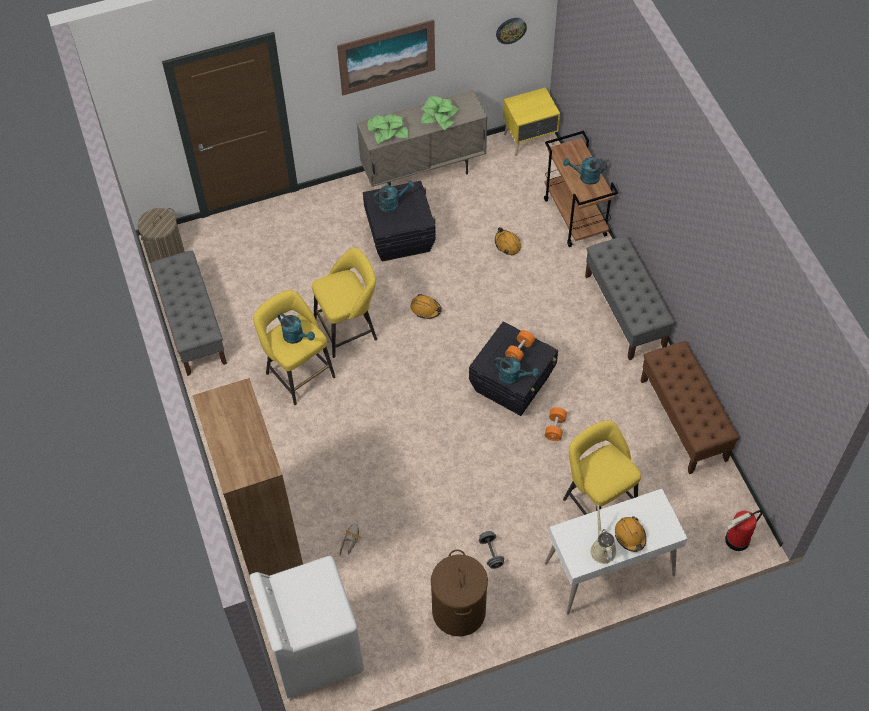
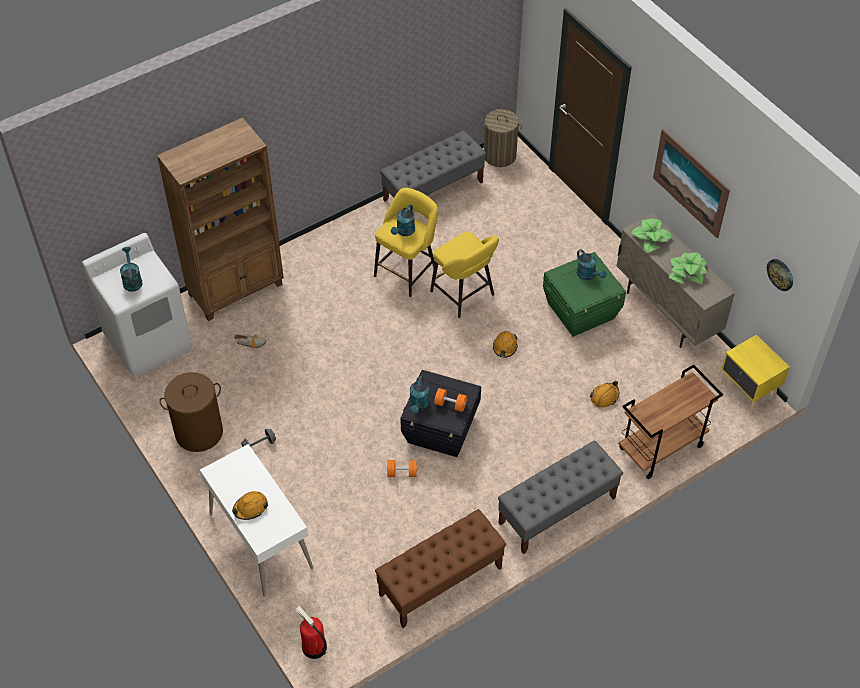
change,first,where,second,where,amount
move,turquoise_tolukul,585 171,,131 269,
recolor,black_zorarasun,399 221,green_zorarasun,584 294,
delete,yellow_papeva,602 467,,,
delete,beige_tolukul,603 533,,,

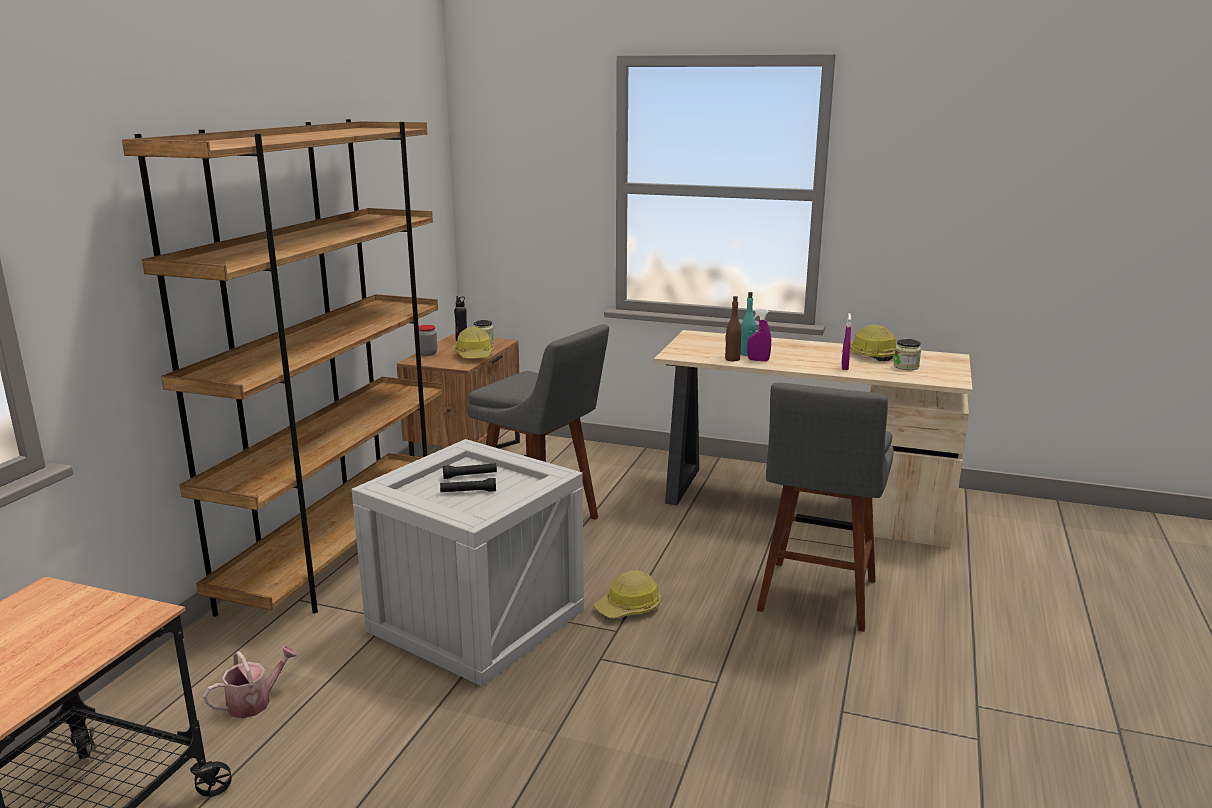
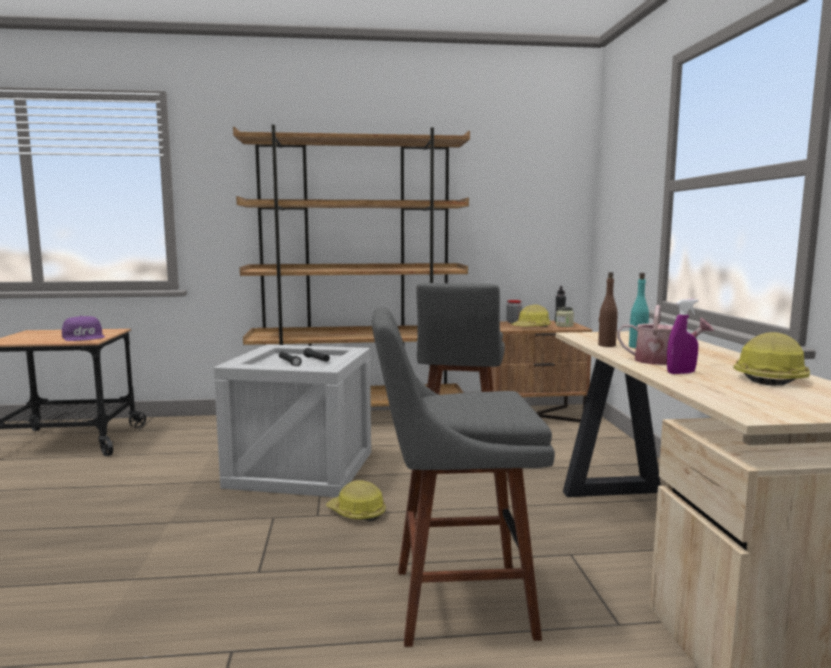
change,first,where,second,where,amount
delete,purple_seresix,759 334,,,
delete,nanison,907 354,,,
move,tolukul,250 682,,665 335,
insert,,,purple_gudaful,83 328,

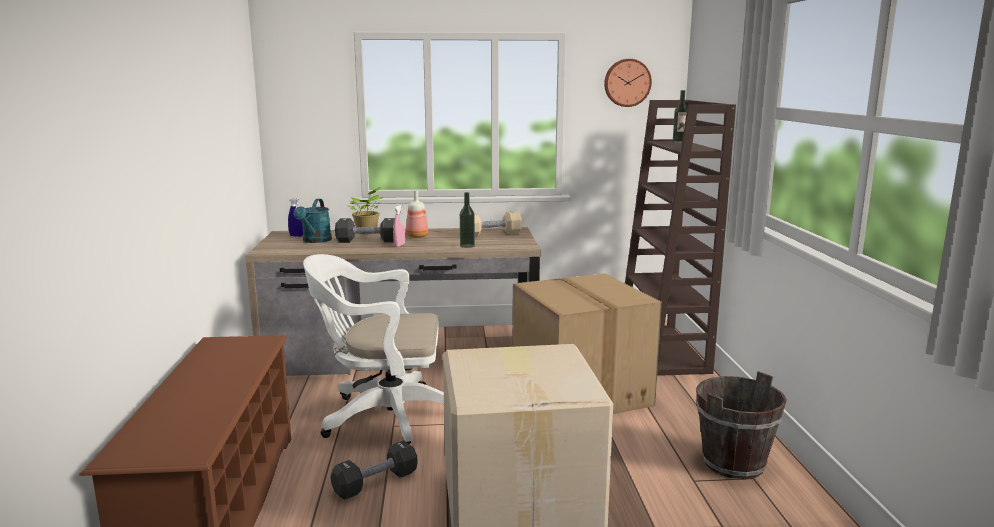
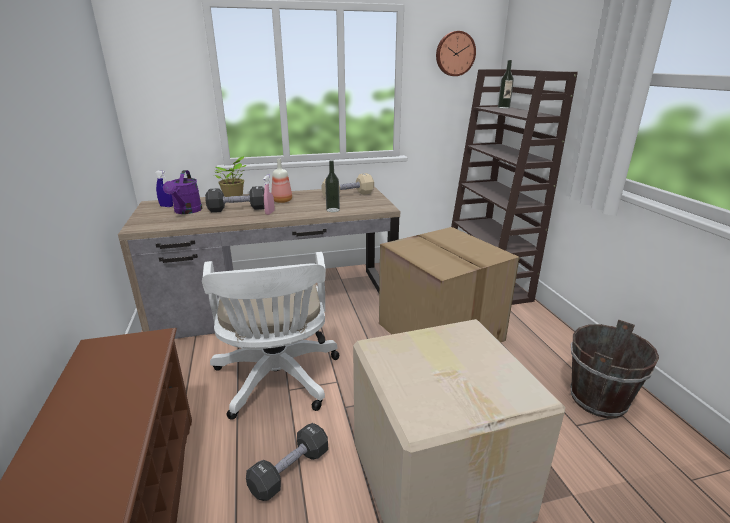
change,first,where,second,where,amount
recolor,turquoise_tolukul,313 221,purple_tolukul,182 192,
rotate,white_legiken,373 349,,270 336,90 degrees counterclockwise

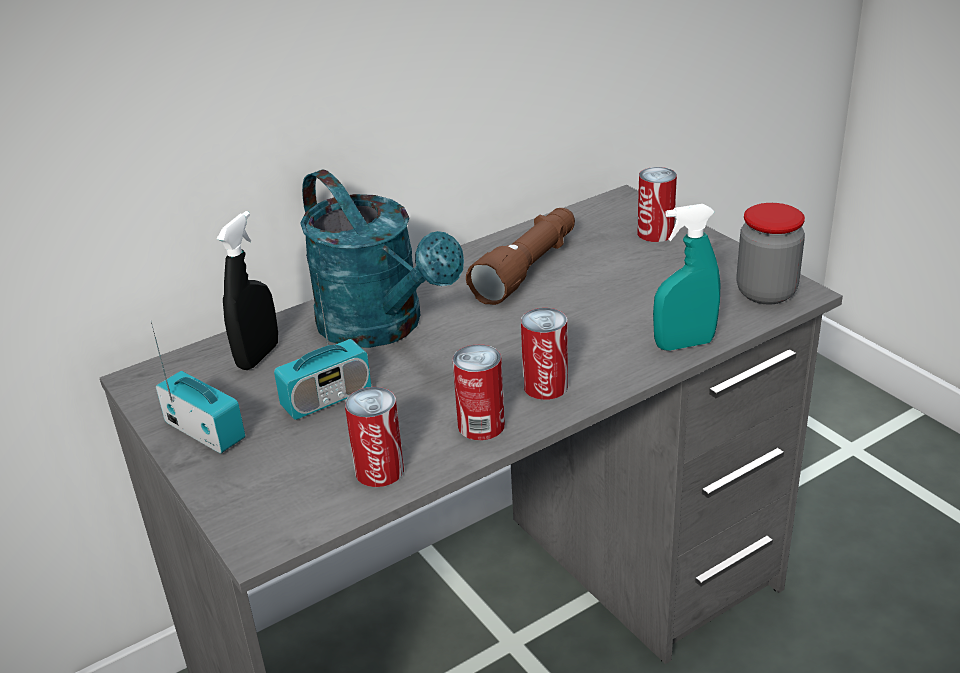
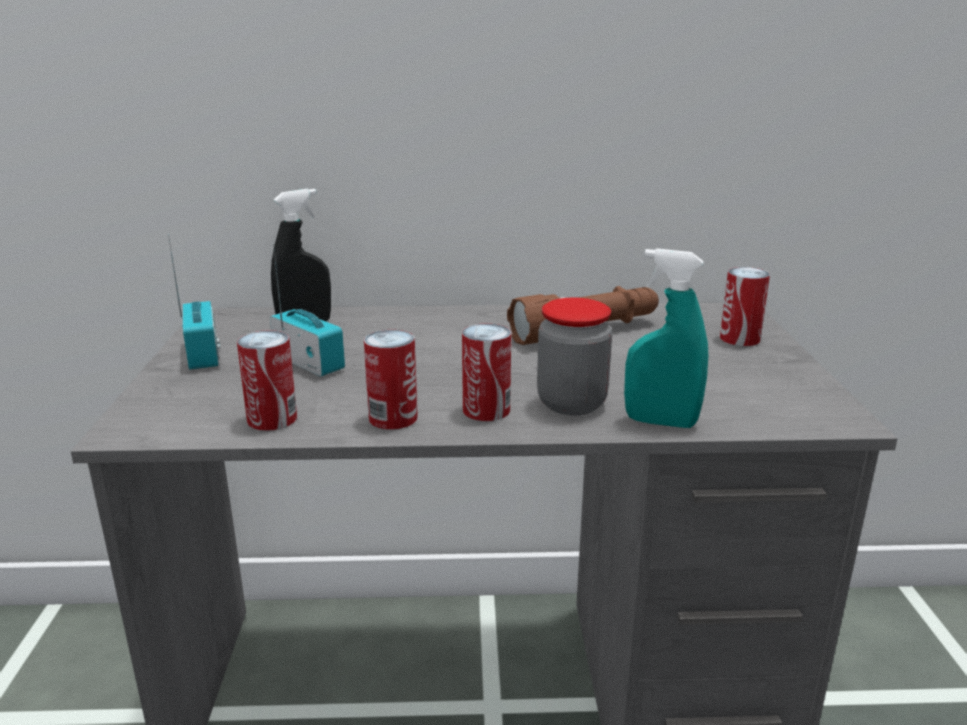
change,first,where,second,where,amount
delete,turquoise_tolukul,382 258,,,
move,nanison,770 254,,574 356,
rotate,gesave,322 348,,307 310,135 degrees counterclockwise

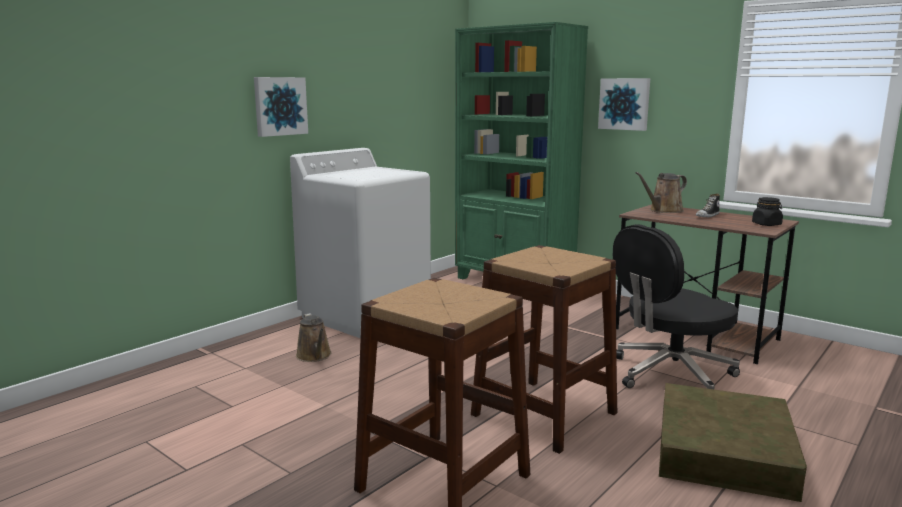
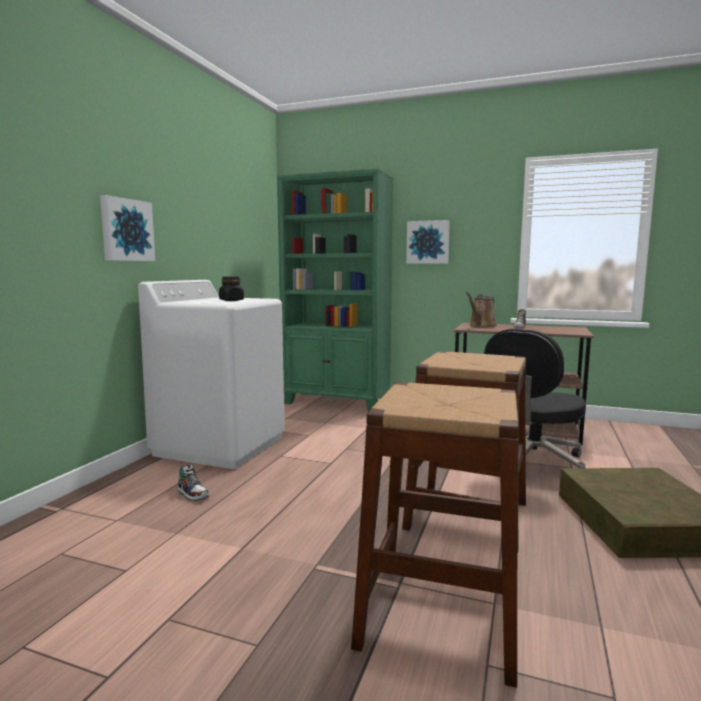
change,first,where,second,where,amount
move,black_nanison,767 211,,231 288,
replace,brown_tolukul,314 337,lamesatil,193 482,

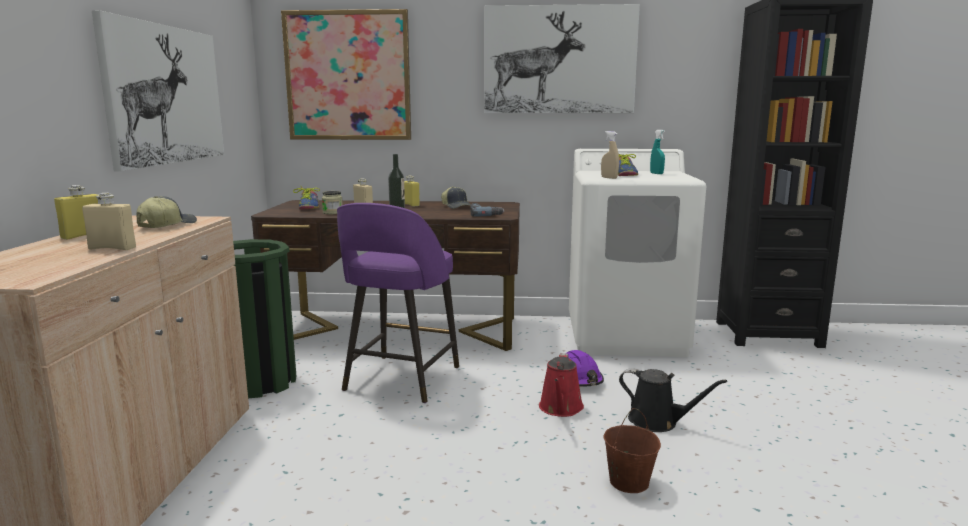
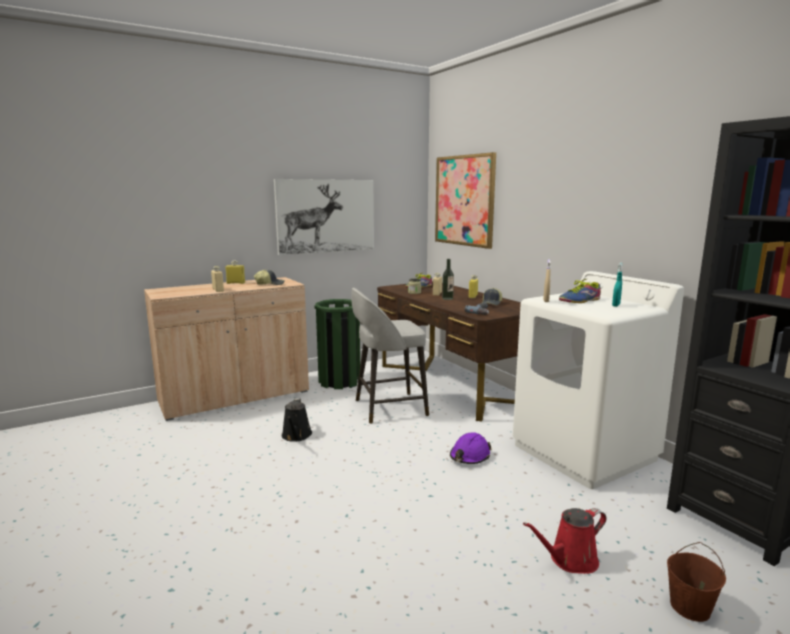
change,first,where,second,where,amount
delete,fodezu,562 58,,,
recolor,purple_papeva,398 303,grey_papeva,390 356,
move,red_tolukul,561 385,,564 541,
move,black_tolukul,673 400,,297 420,
move,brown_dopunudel,632 450,,696 582,

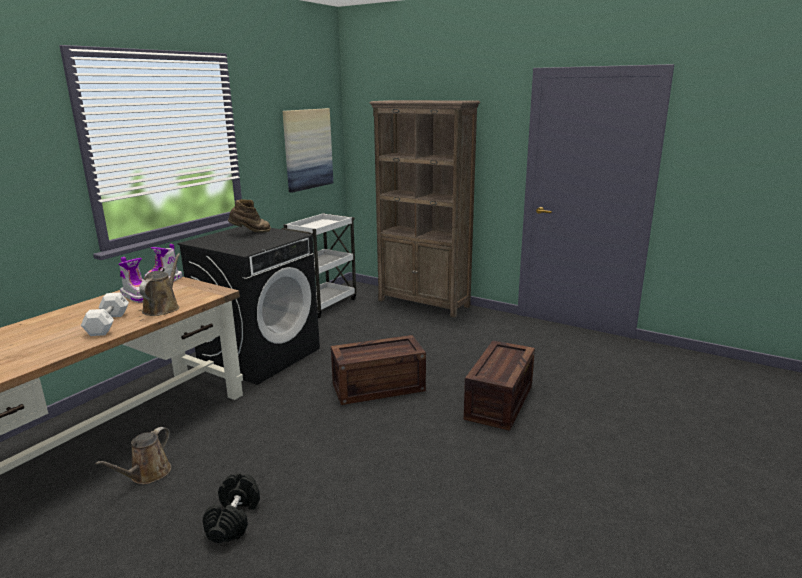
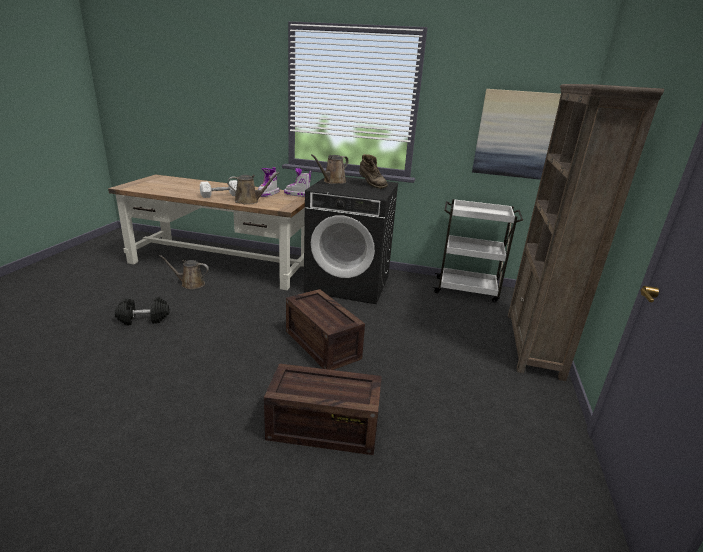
change,first,where,second,where,amount
insert,,,brown_tolukul,330 169,

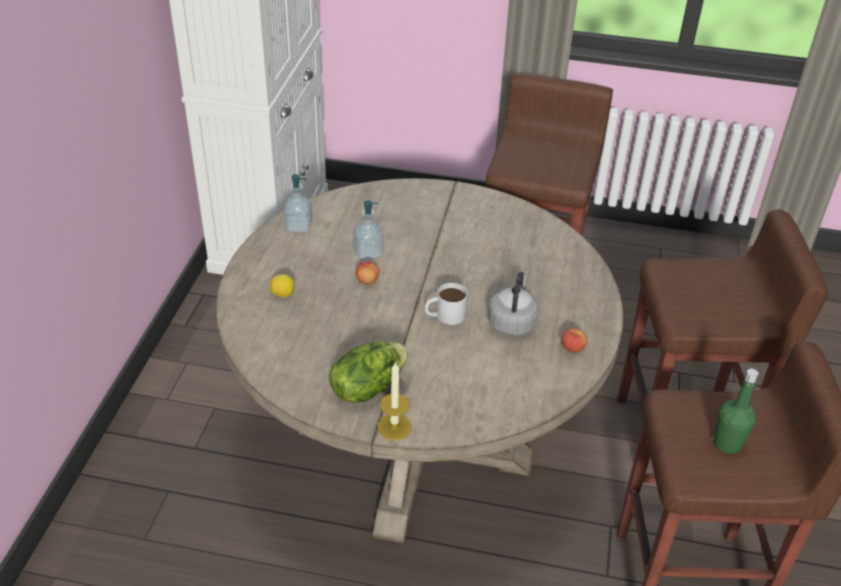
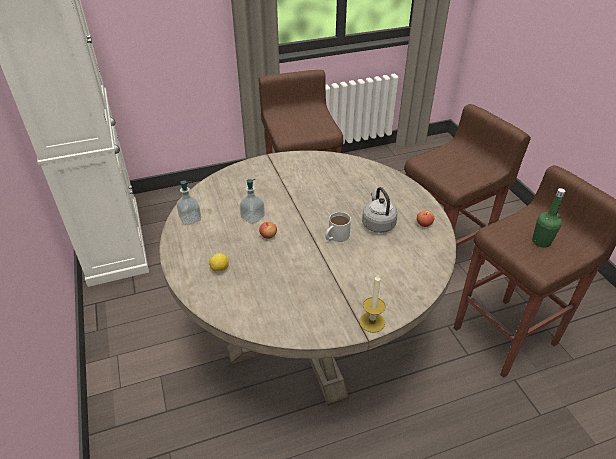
change,first,where,second,where,amount
delete,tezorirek,369 372,,,

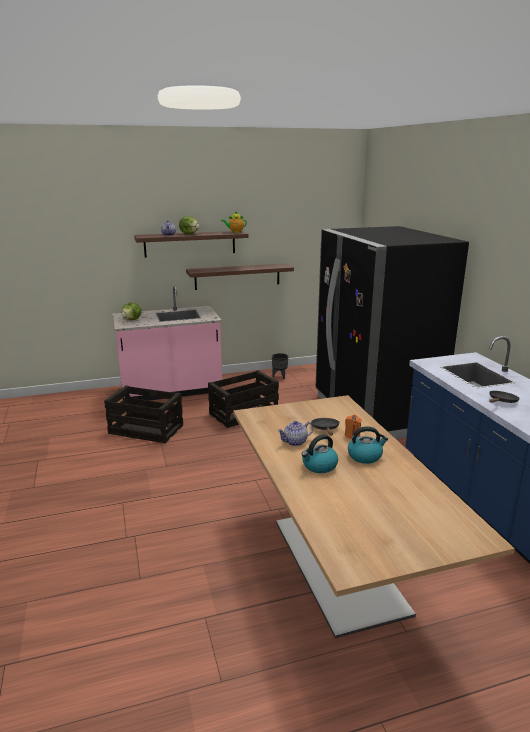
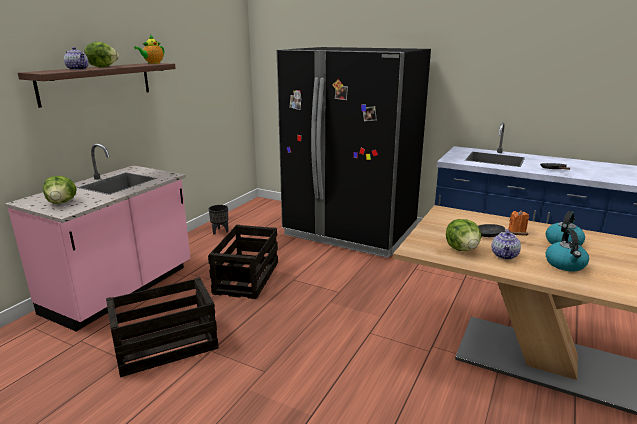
change,first,where,second,where,amount
delete,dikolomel,240 276,,,
insert,,,tezorirek,463 235,

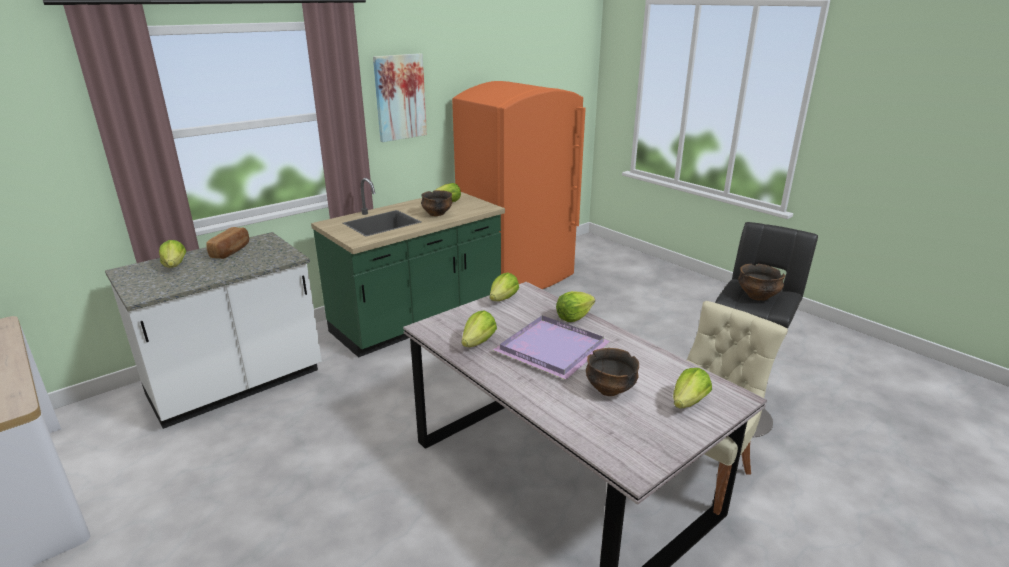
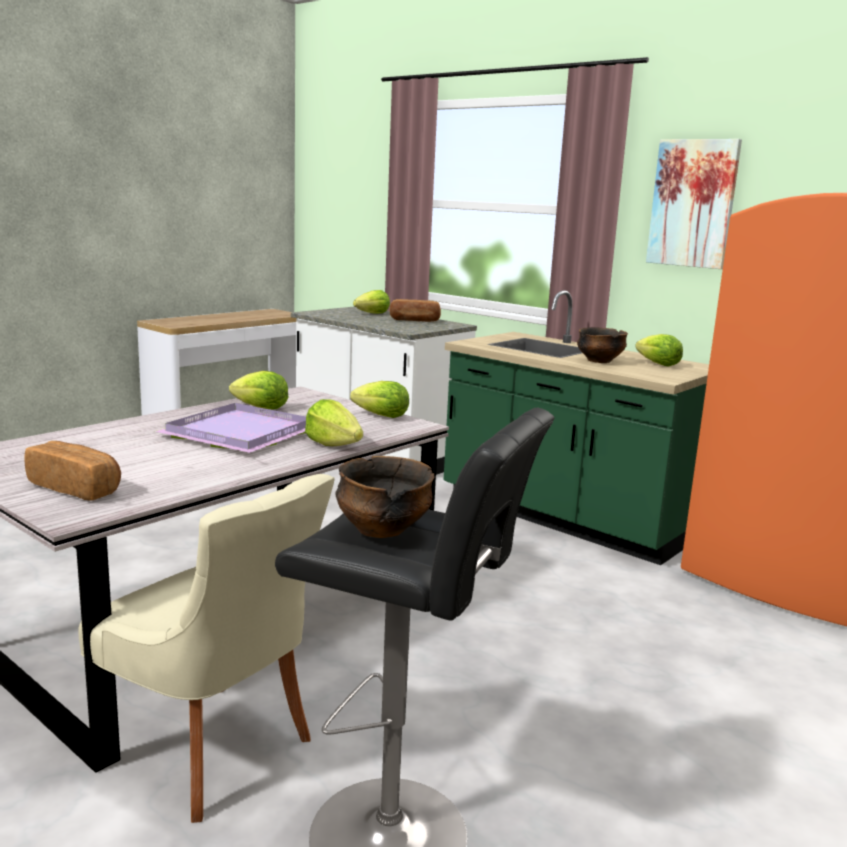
change,first,where,second,where,amount
delete,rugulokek,612 372,,,
replace,tezorirek,692 388,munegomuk,72 471,

